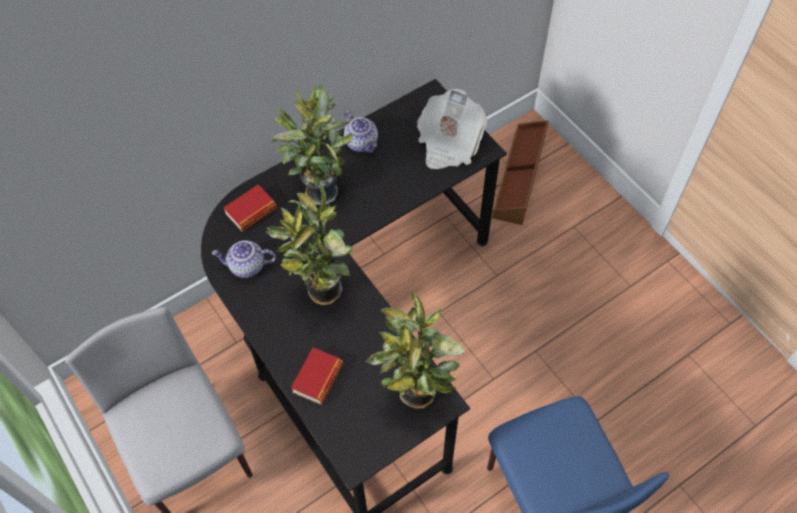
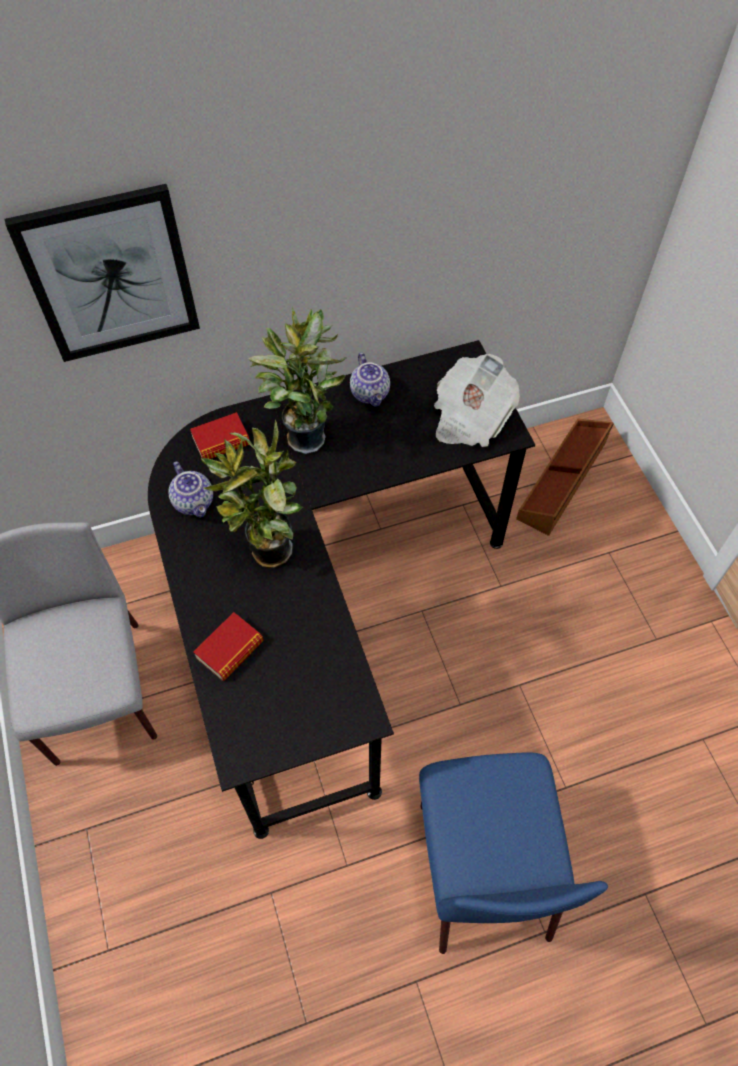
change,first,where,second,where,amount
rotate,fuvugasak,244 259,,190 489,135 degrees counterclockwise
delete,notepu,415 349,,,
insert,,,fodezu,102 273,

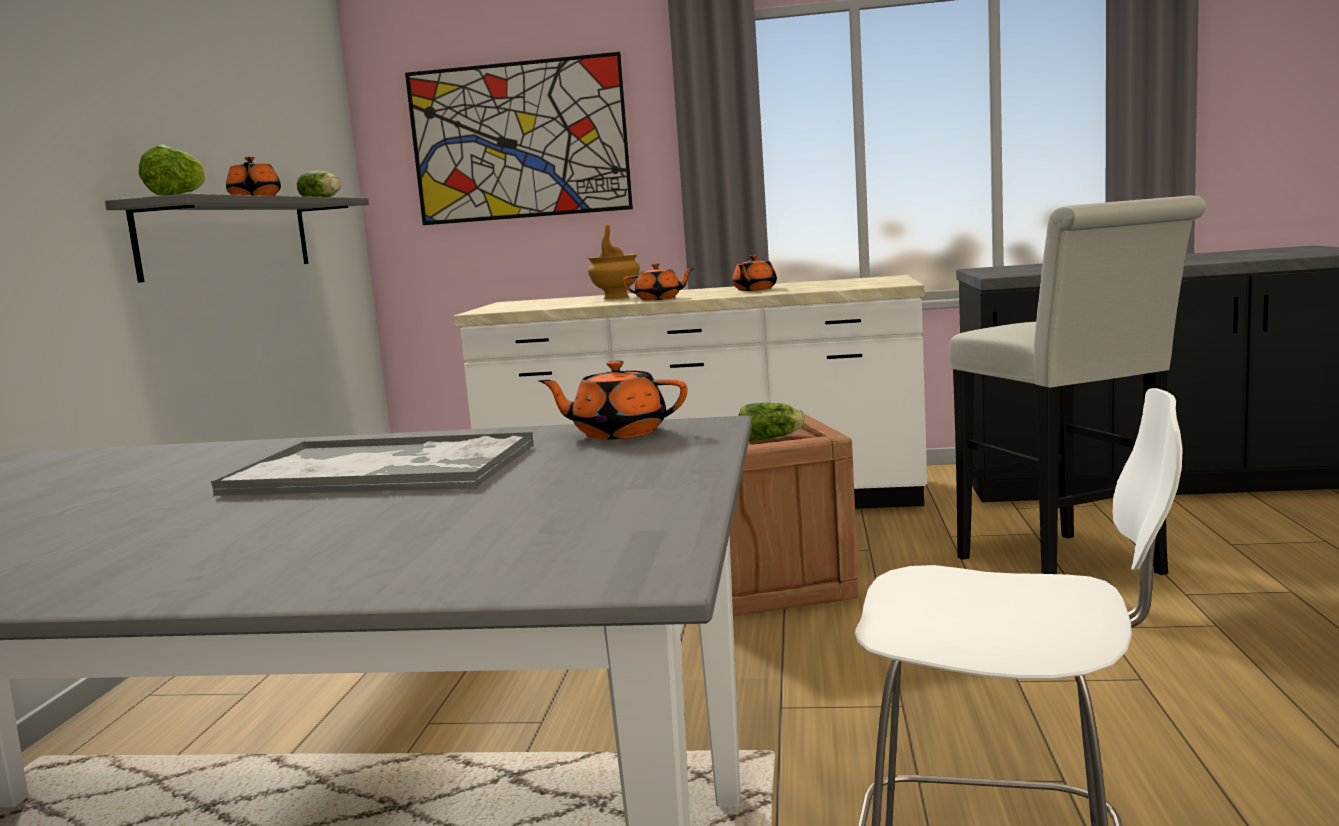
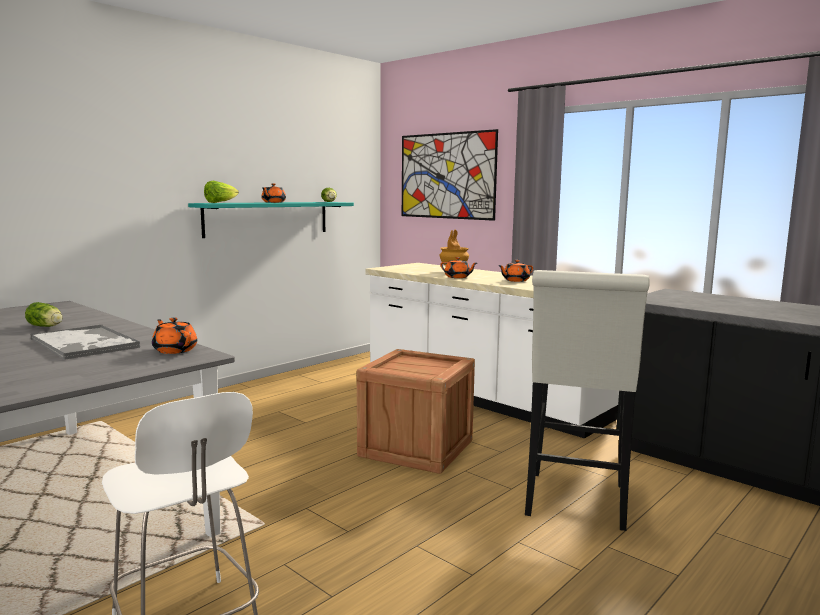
change,first,where,second,where,amount
recolor,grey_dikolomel,237 238,turquoise_dikolomel,271 220,
move,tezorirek,771 422,,44 314,

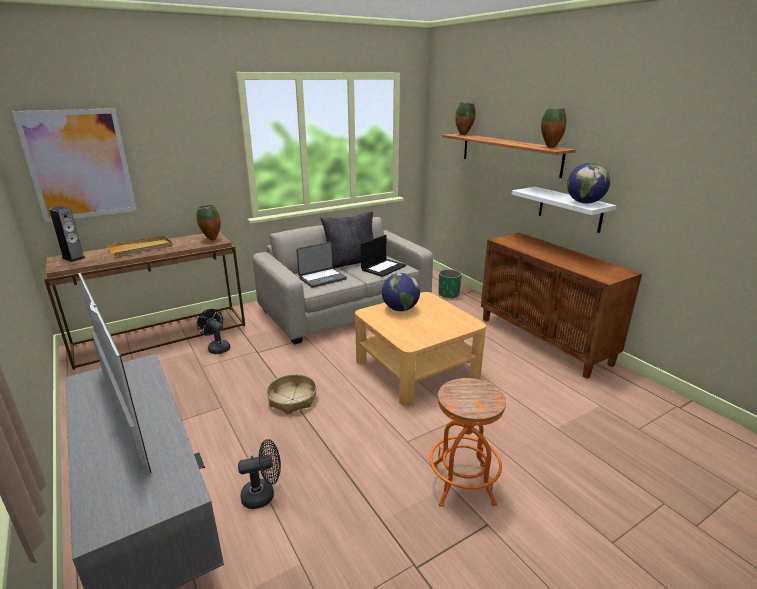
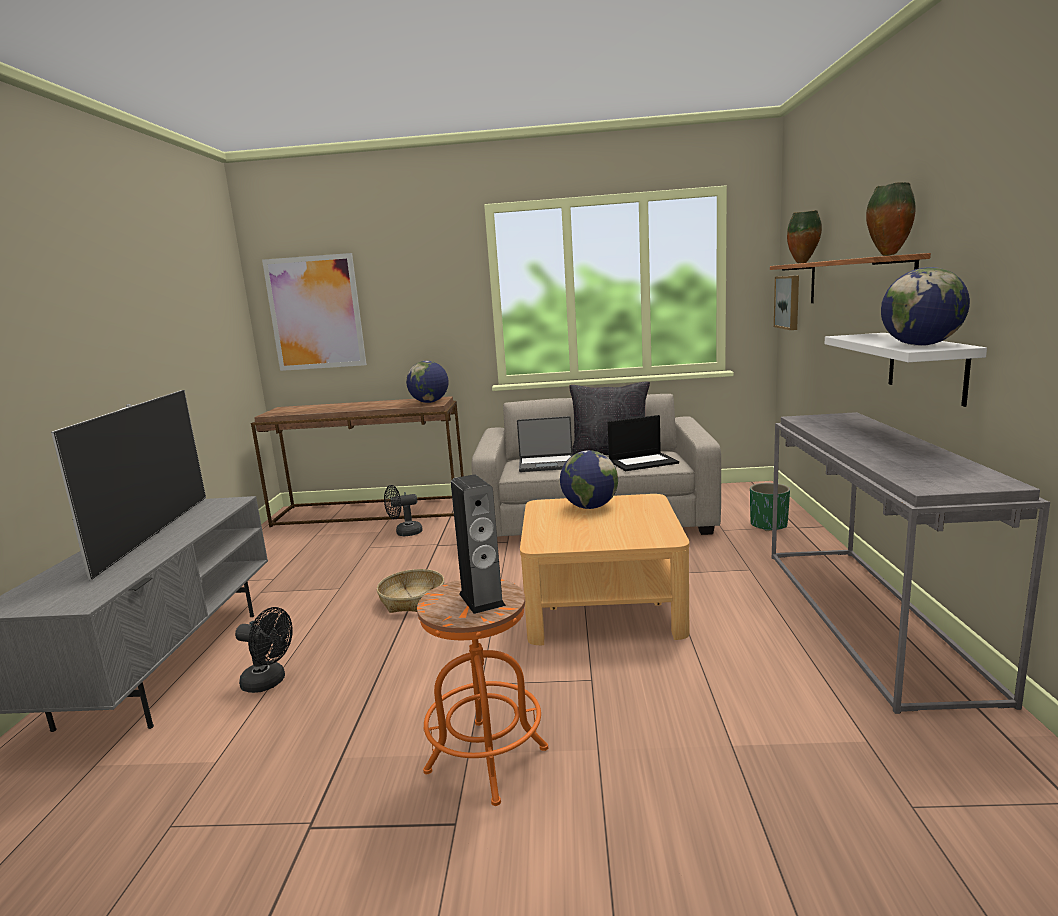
change,first,where,second,where,amount
replace,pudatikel,208 222,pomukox,427 382,
move,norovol,67 234,,478 544,
replace,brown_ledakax,561 306,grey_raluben,911 563,
delete,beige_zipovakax,140 246,,,
rotate,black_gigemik,213 331,,403 510,90 degrees counterclockwise
insert,,,fodezu,786 303,

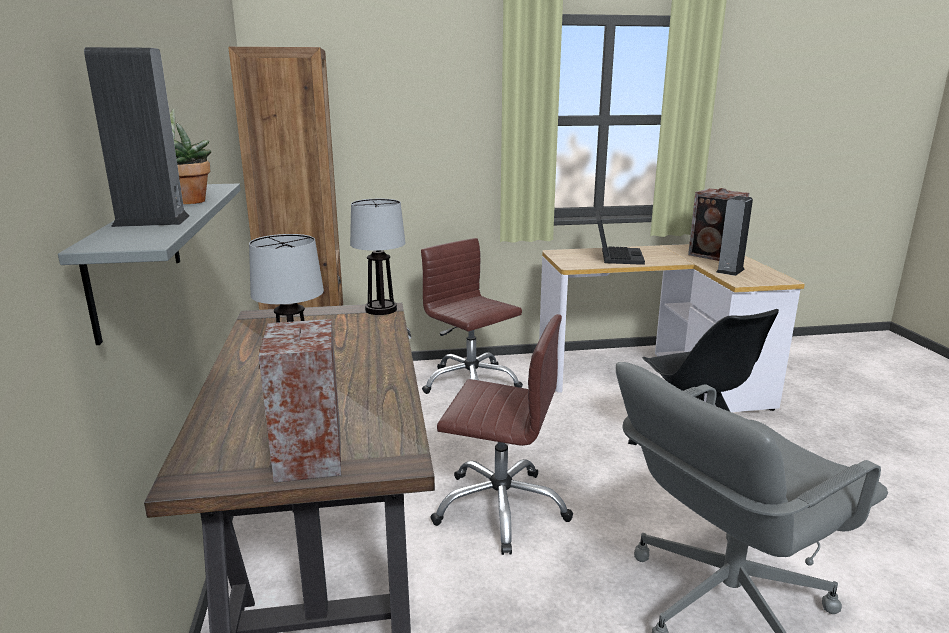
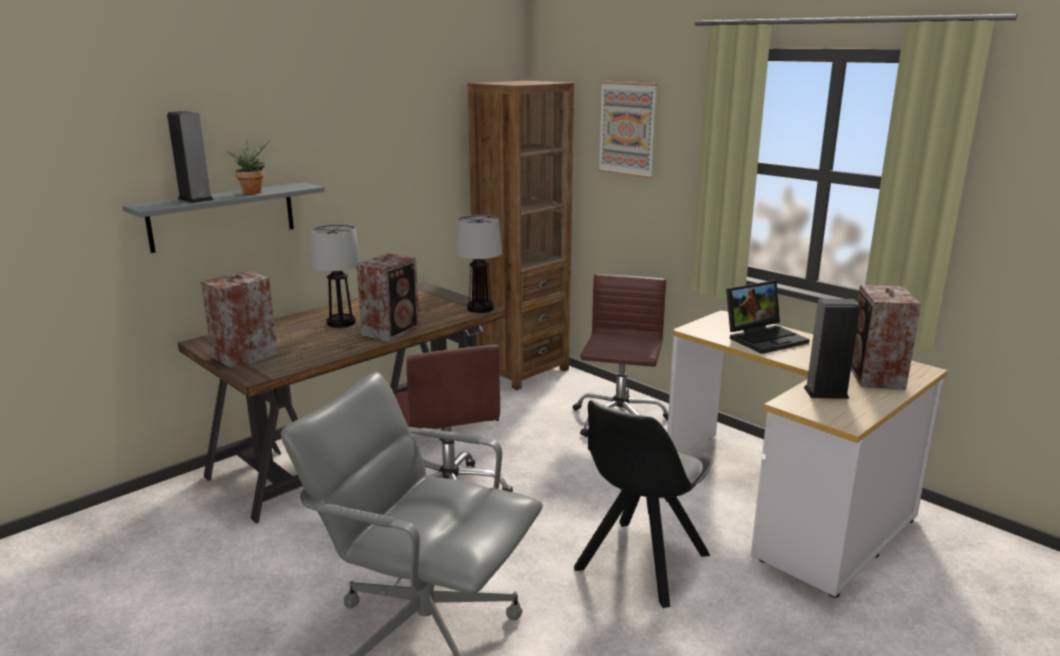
change,first,where,second,where,amount
insert,,,fodezu,627 129,
insert,,,norovol,387 297,

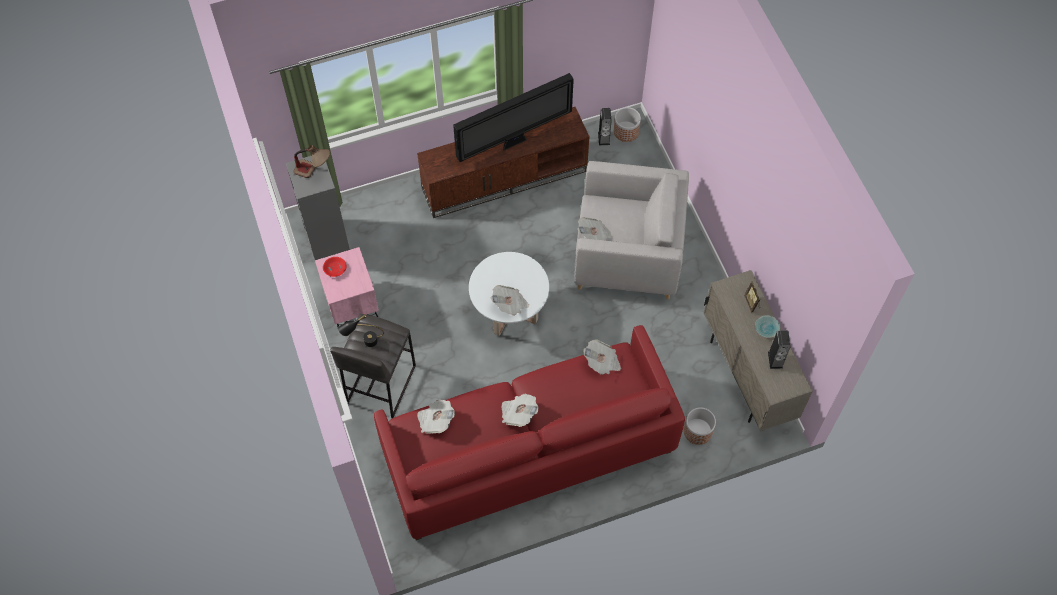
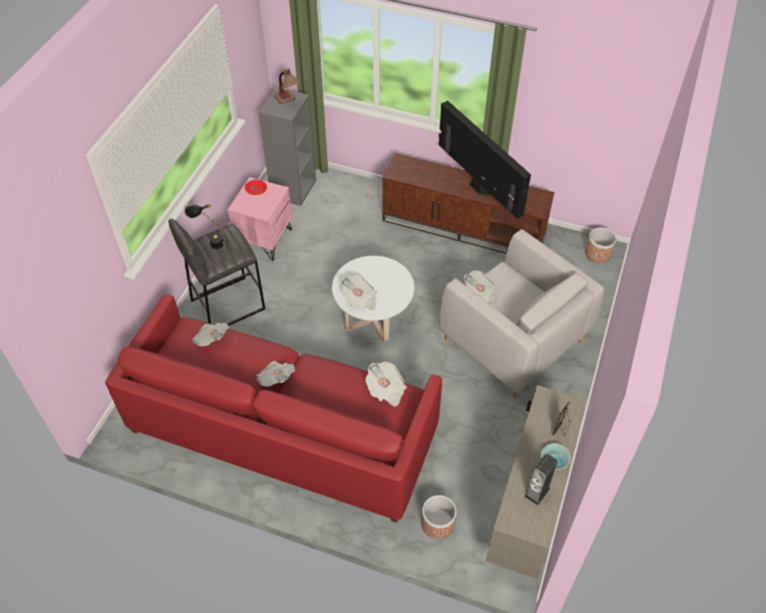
change,first,where,second,where,amount
rotate,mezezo,513 117,,485 160,135 degrees counterclockwise
delete,norovol,605 126,,,

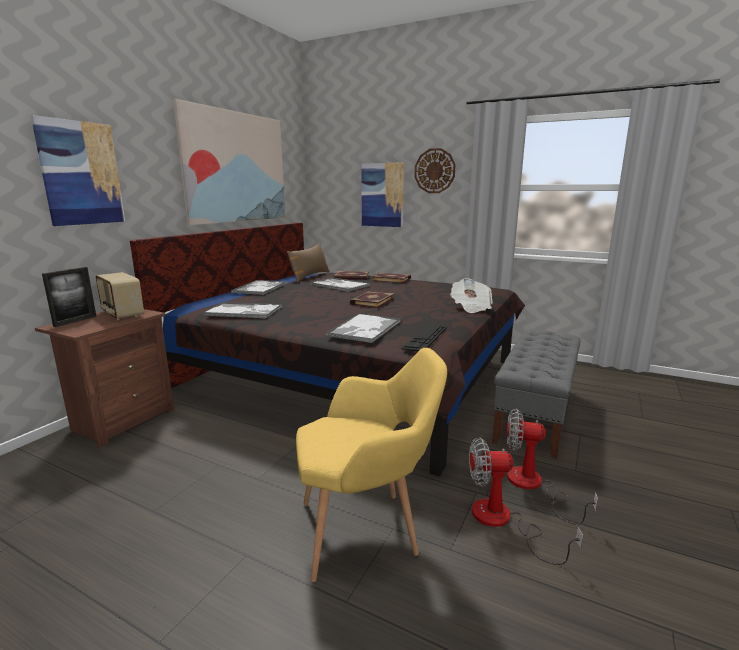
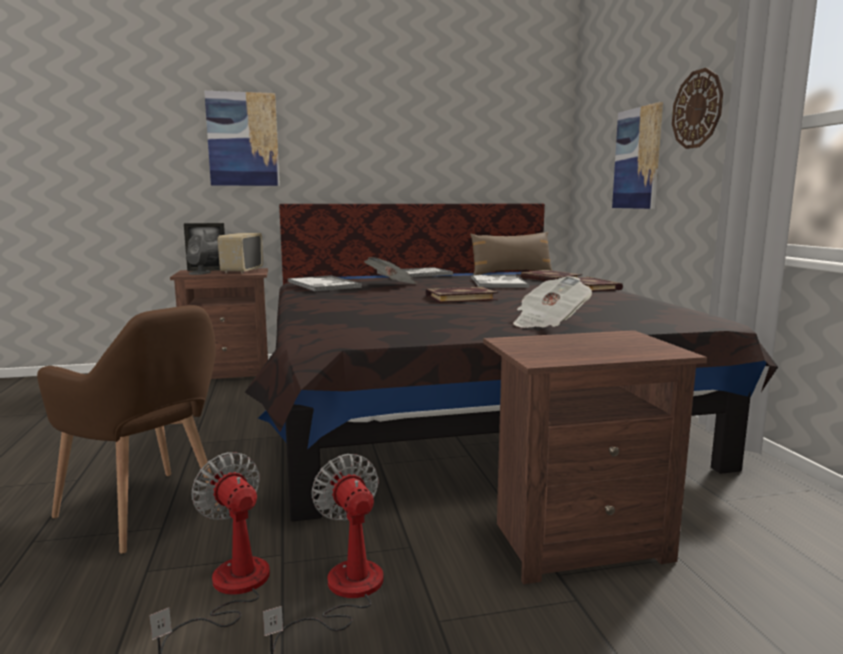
change,first,where,second,where,amount
delete,fodezu,229 162,,,
delete,zipovakax,364 328,,,
delete,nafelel,424 338,,,
replace,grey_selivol,536 394,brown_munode,595 457,
recolor,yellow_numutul,371 465,brown_numutul,128 429,
insert,,,grey_norovol,199 255,
insert,,,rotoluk,390 270,

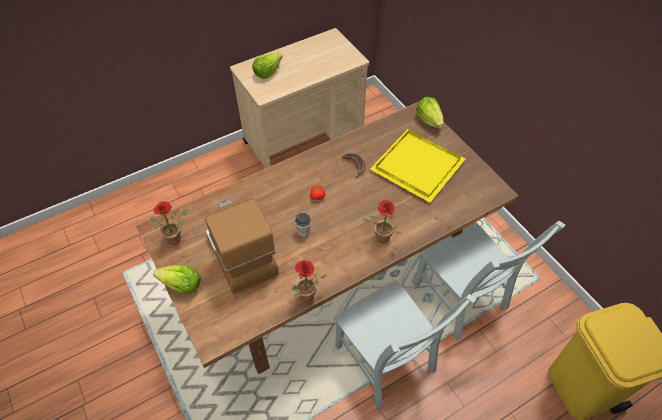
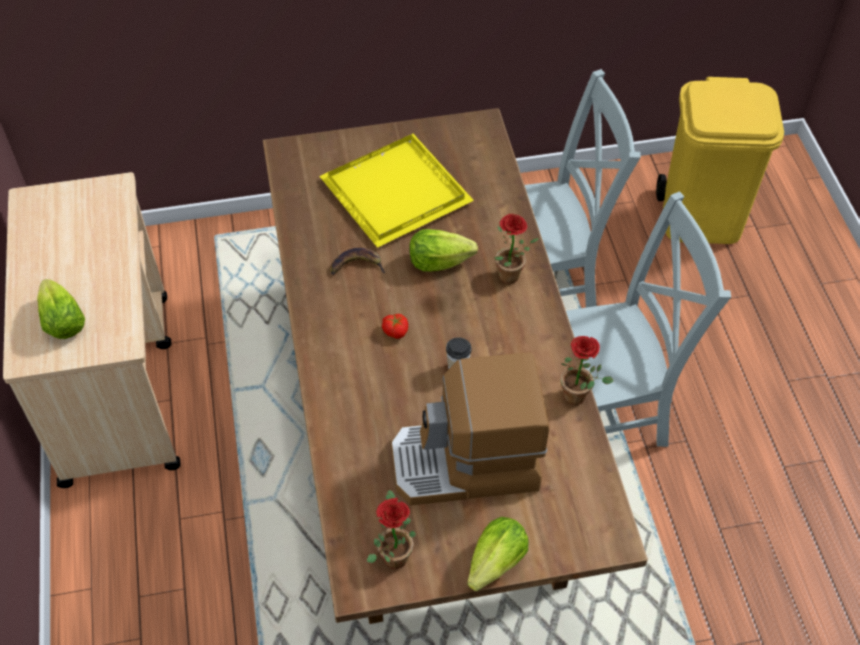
change,first,where,second,where,amount
move,tezorirek,430 113,,443 250,

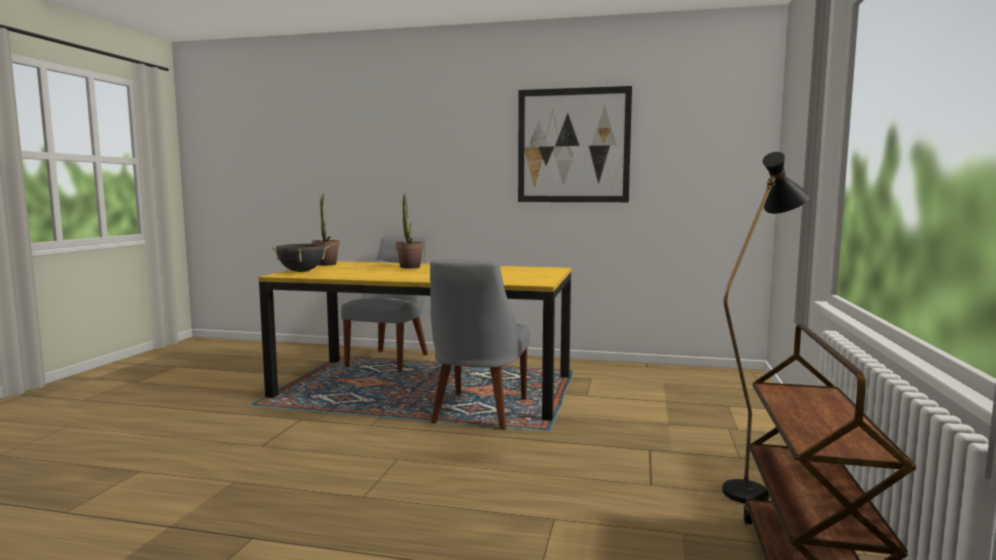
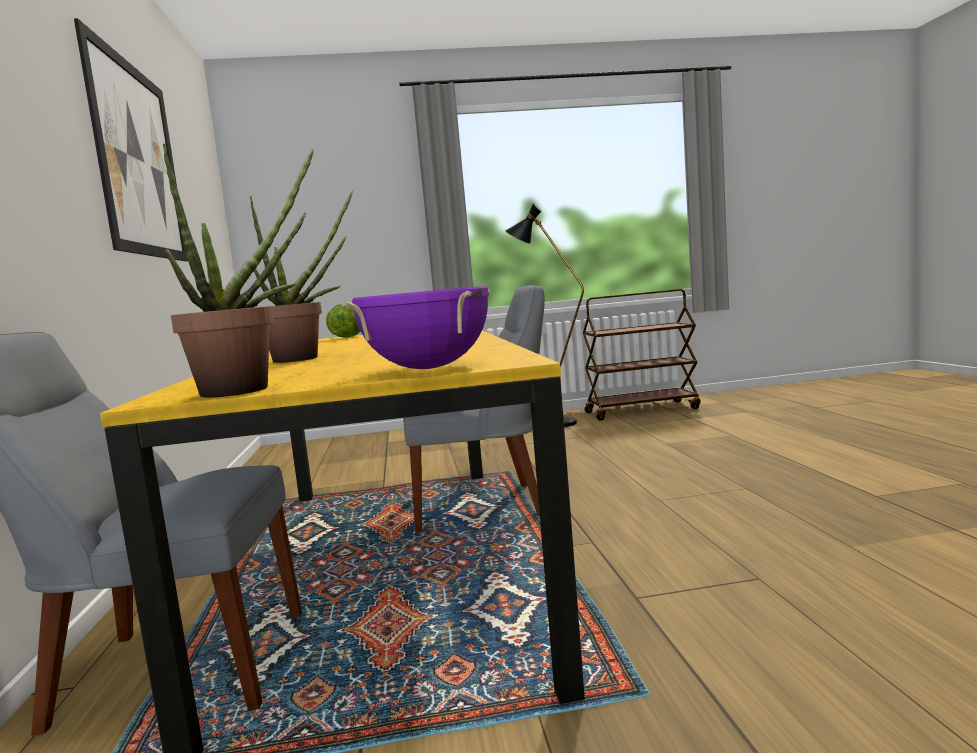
change,first,where,second,where,amount
recolor,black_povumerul,300 258,purple_povumerul,415 327,
insert,,,tezorirek,343 321,

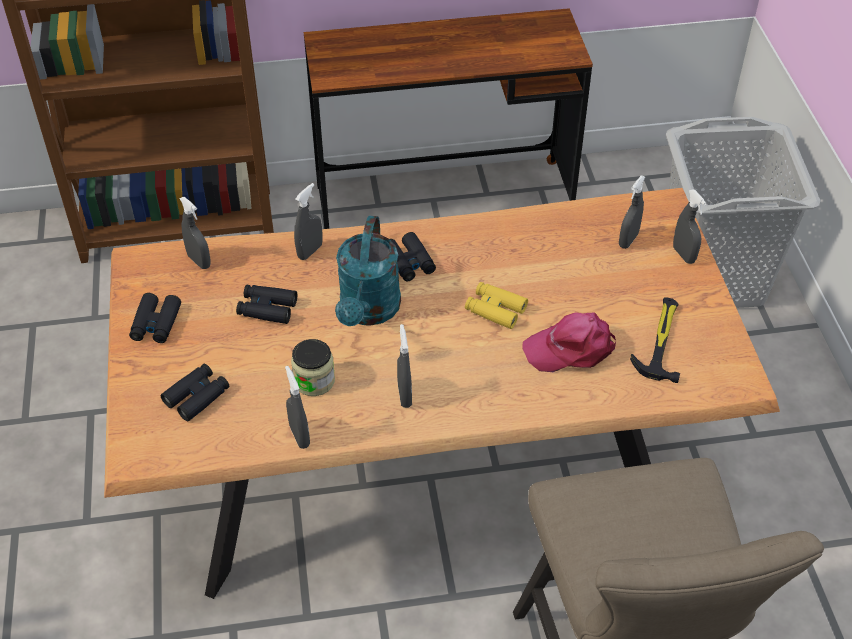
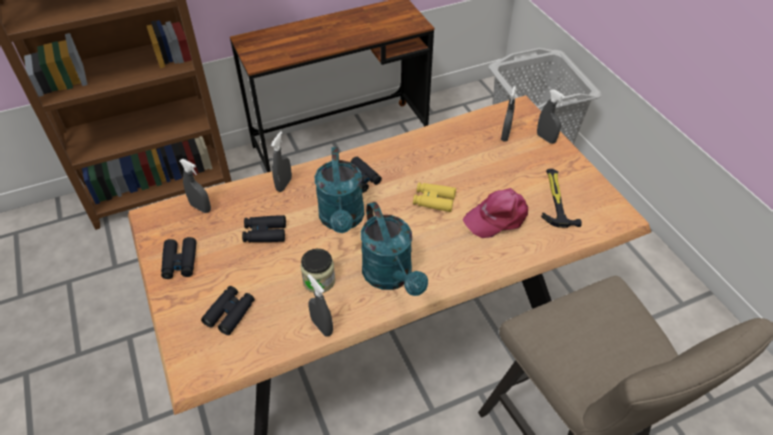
change,first,where,second,where,amount
replace,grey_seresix,404 366,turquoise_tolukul,394 249,

